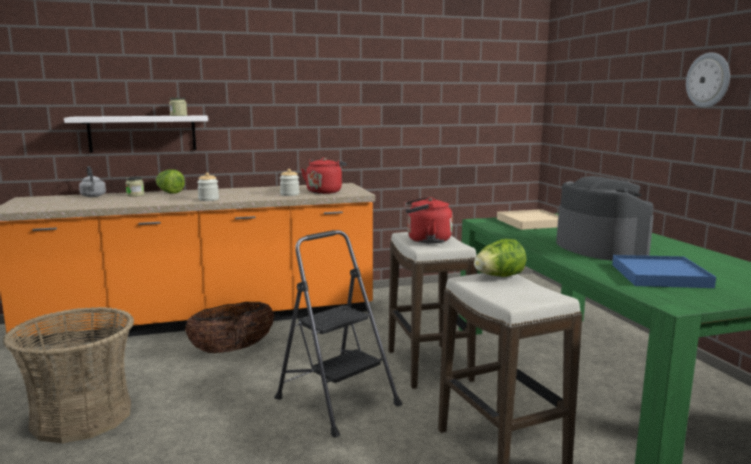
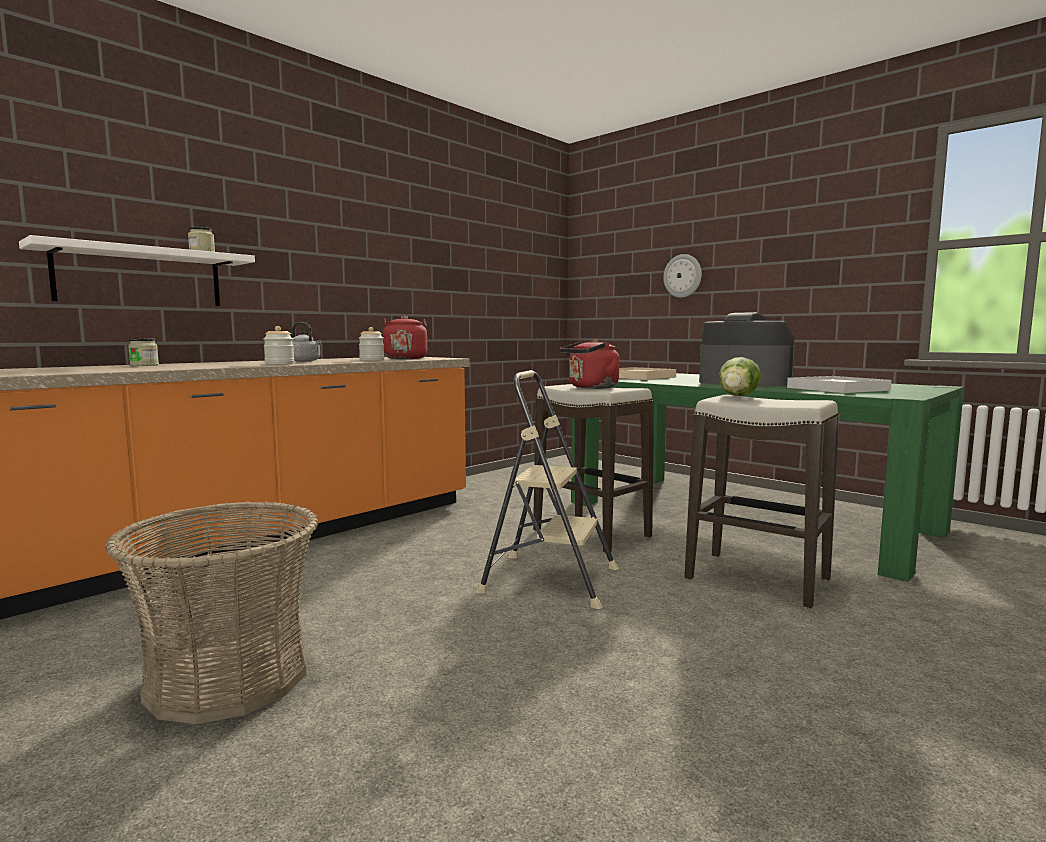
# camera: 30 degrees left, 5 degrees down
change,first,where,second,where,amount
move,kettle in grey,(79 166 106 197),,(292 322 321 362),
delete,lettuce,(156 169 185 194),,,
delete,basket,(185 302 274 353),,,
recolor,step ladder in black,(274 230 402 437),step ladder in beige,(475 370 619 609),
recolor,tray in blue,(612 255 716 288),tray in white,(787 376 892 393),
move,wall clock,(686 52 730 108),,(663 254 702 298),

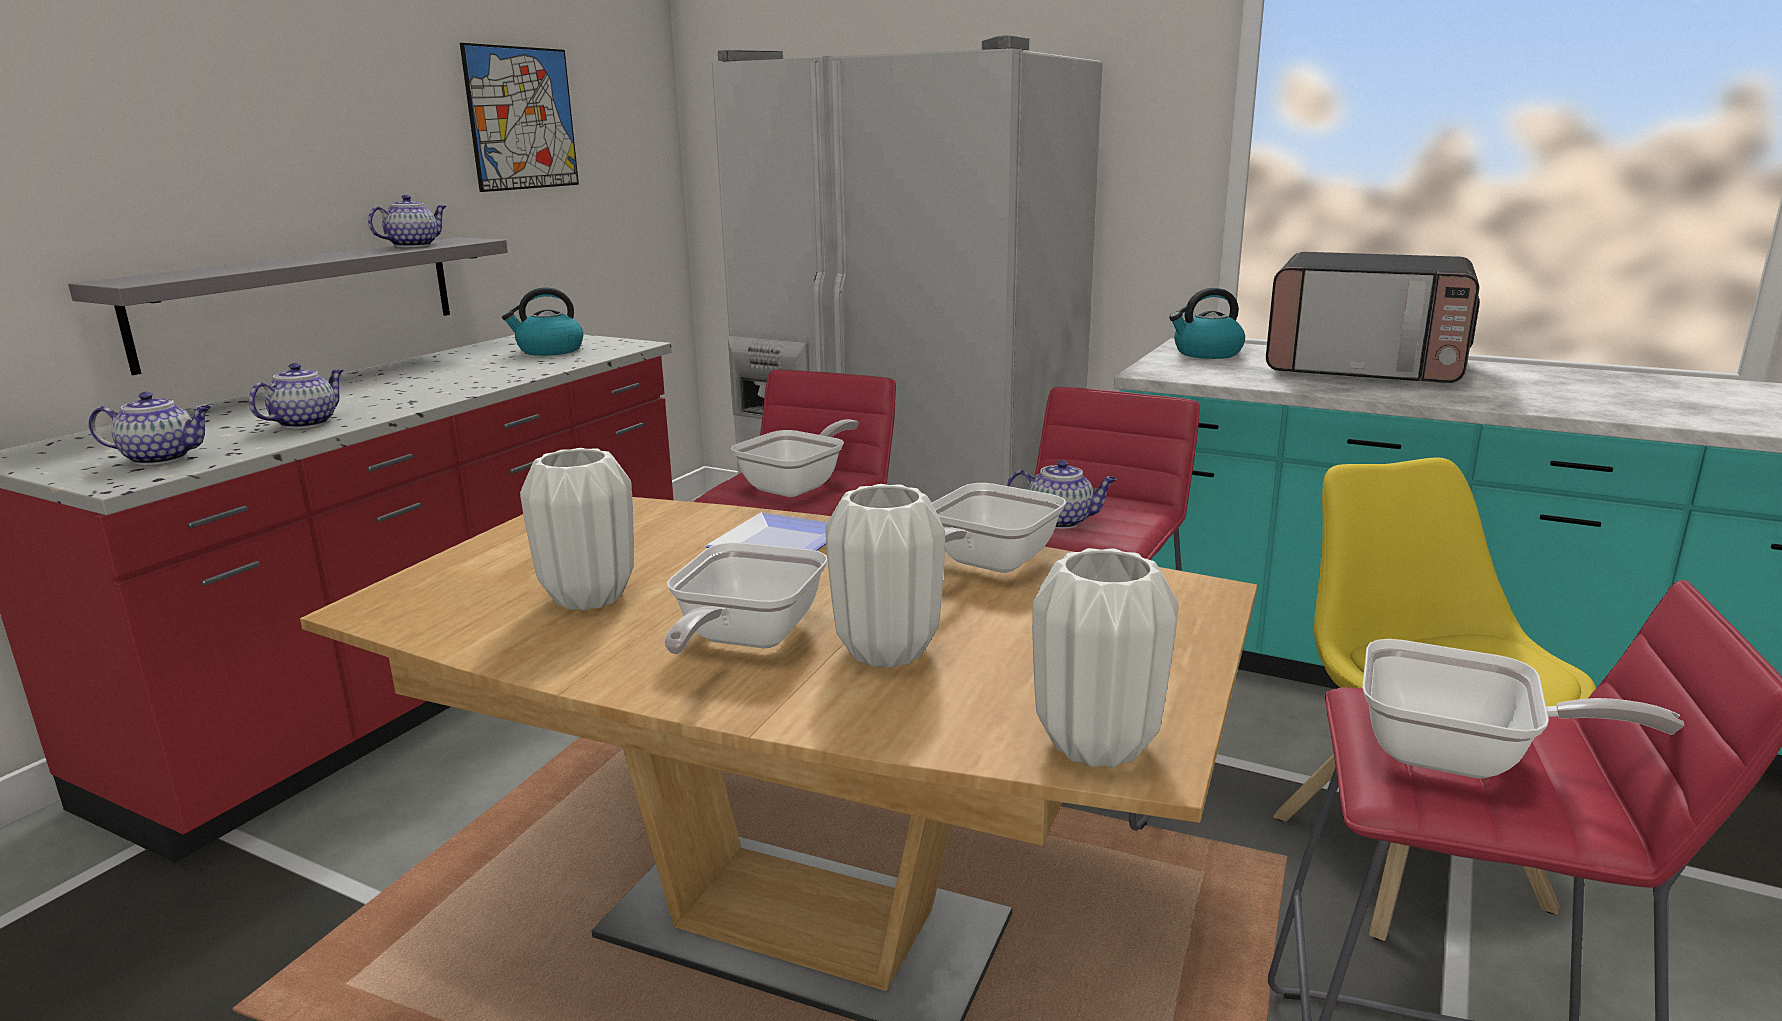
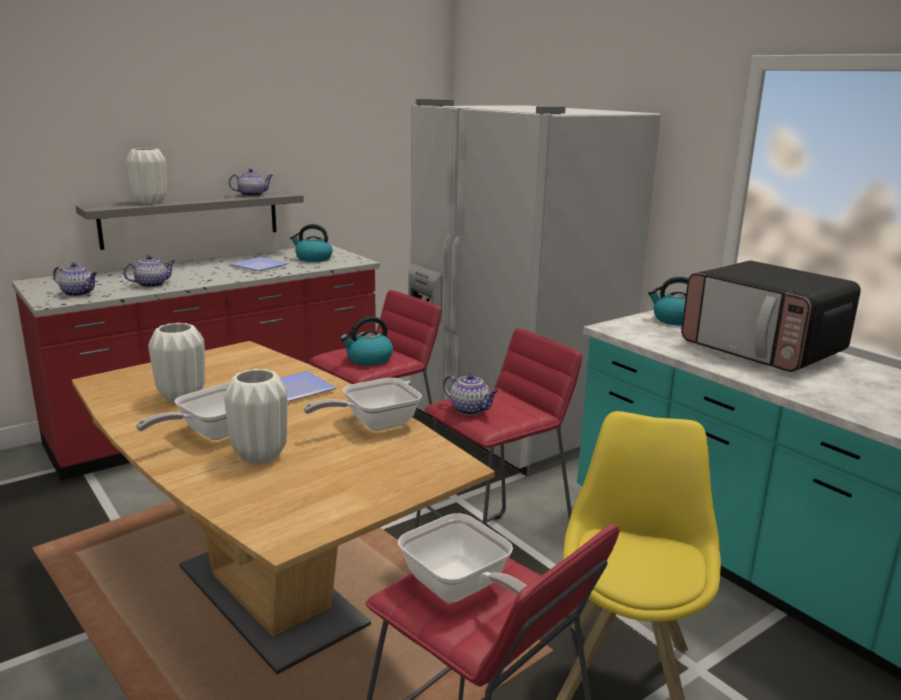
# camera: 25 degrees right, 0 degrees up
change,first,where,second,where,amount
delete,picture,(460 43 579 192),,,
replace,frying pan,(731 419 859 497),kettle,(340 316 393 366),
move,vase in white,(1032 548 1178 768),,(126 148 167 204),
insert,,,plate,(231 257 289 271),

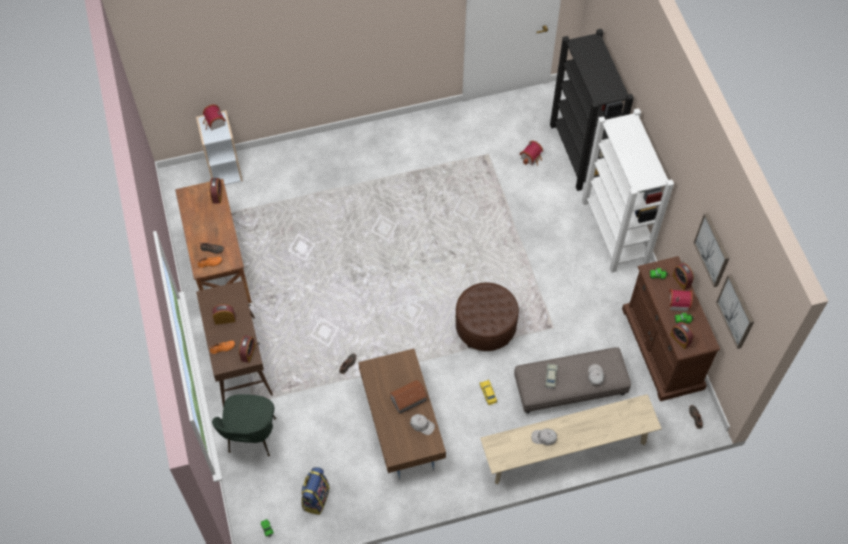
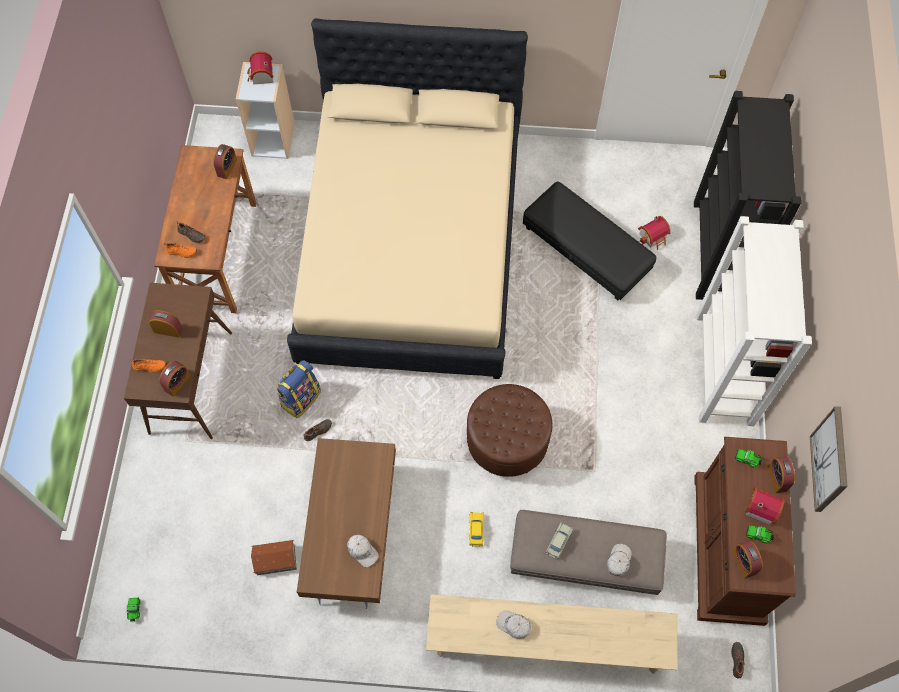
# camera: 20 degrees right, 5 degrees up
change,first,where,second,where,amount
delete,chair in green,(212 394 276 456),,,
move,backpack,(301 467 330 515),,(276 360 321 418),
move,toy house,(389 380 427 414),,(251 540 297 575),
delete,picture,(716 274 754 349),,,
insert,,,bed in beige,(287 18 528 379),
insert,,,ottoman in black,(523 181 657 300),

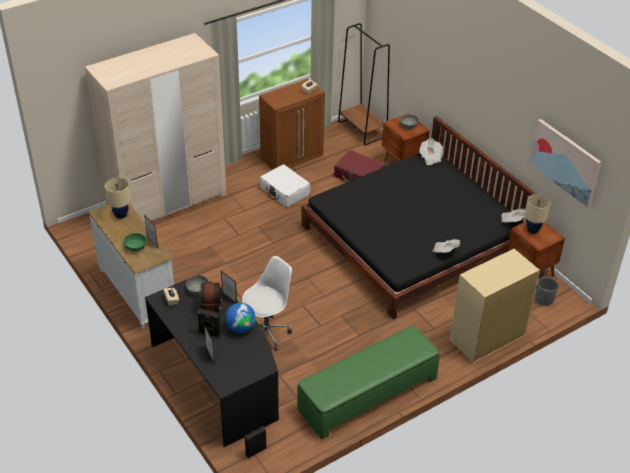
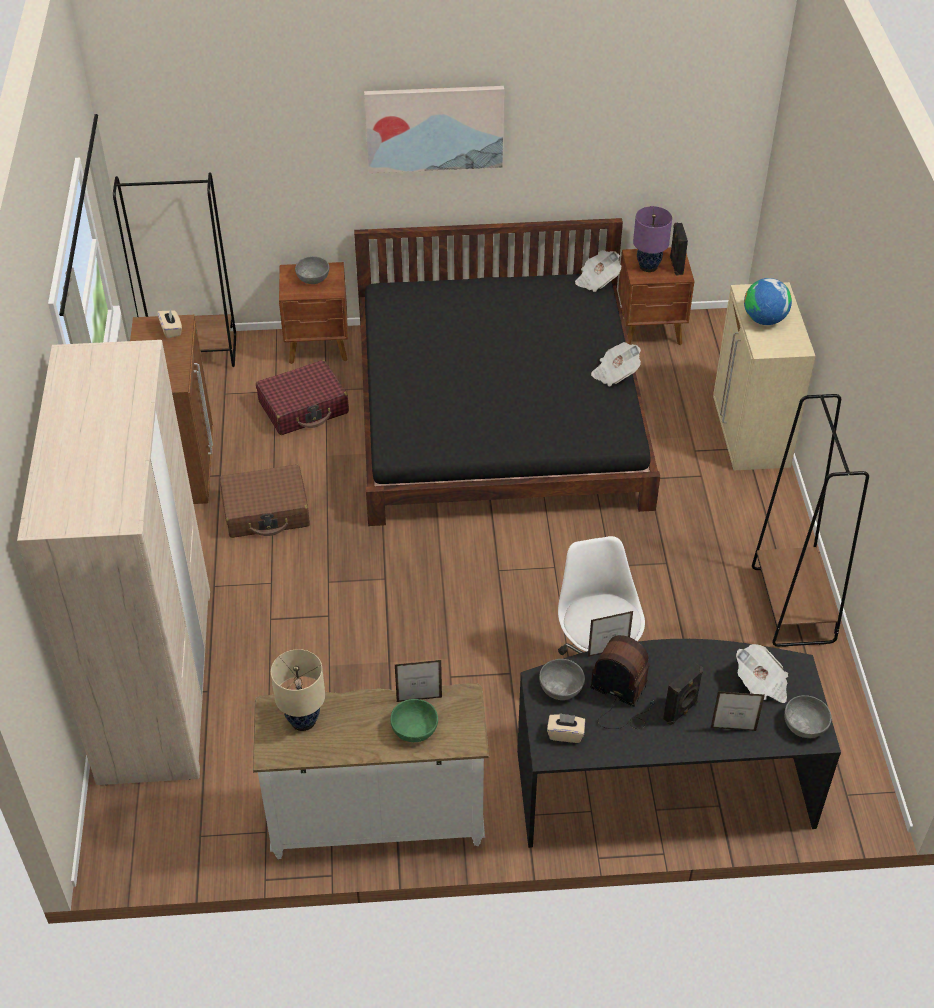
# camera: 60 degrees left, 5 degrees up
change,first,where,second,where,amount
move,globe,(225 303 256 333),,(744 278 792 325),
move,speaker in black,(244 426 266 458),,(670 223 688 276),
recolor,suitcase in white,(260 164 310 207),suitcase in brown,(220 464 310 538),
replace,bench in green,(297 326 440 439),clothes rack,(752 394 869 647),
move,newspaper,(419 138 443 165),,(736 644 788 703),
recolor,table lamp in beige,(525 194 551 234),table lamp in purple,(633 206 672 272),
move,picture,(530 119 601 208),,(364 86 504 173),
delete,planter in grey,(535 277 559 305),,,
insert,,,bowl in grey,(784 695 832 738),

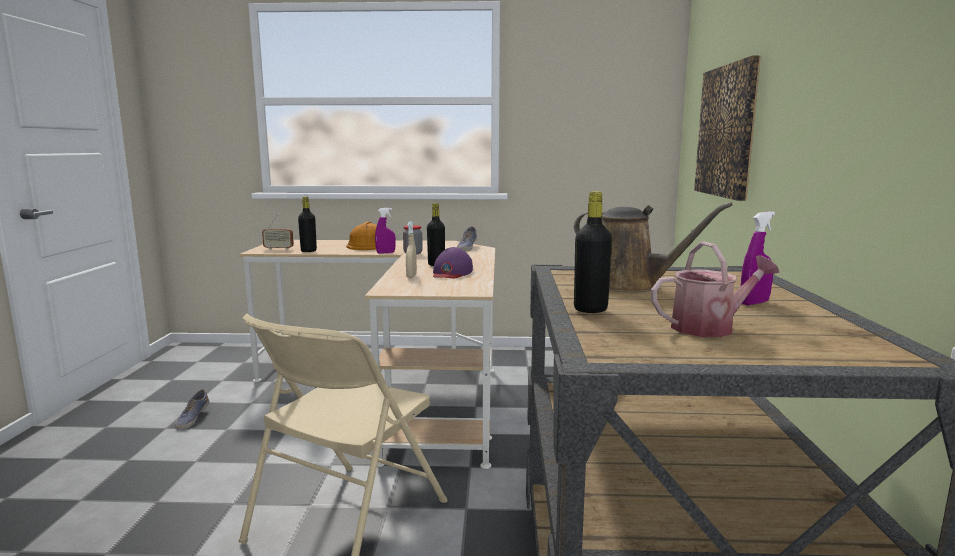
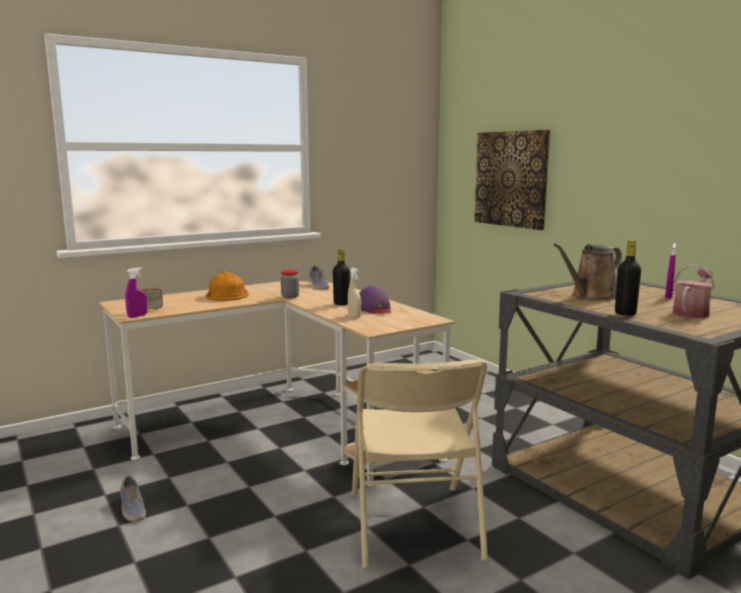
# camera: 35 degrees left, 0 degrees up
change,first,where,second,where,amount
delete,bottle in black,(298 197 317 252),,,
move,spray bottle in purple,(375 208 396 254),,(125 267 147 318),
rotate,watering can in brown,(574 202 733 293),,(553 243 622 301),150 degrees clockwise

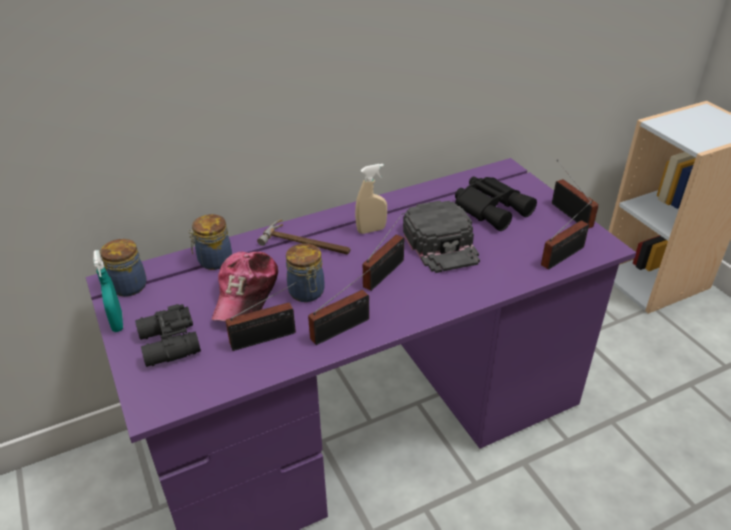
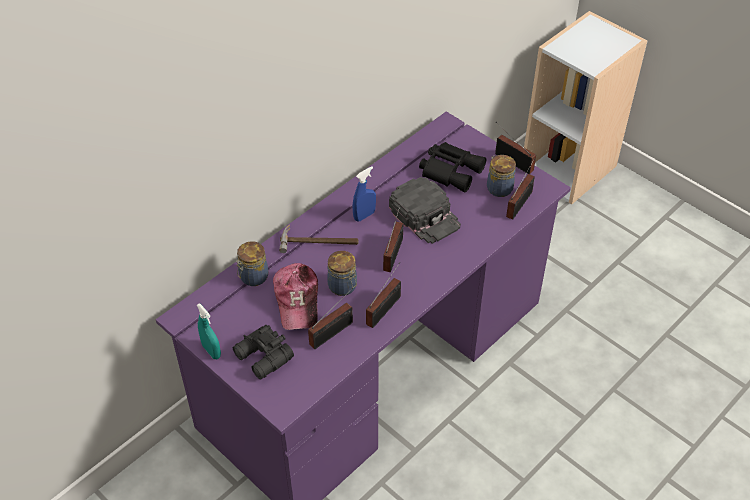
# camera: 20 degrees left, 10 degrees up
change,first,where,second,where,amount
move,jar,(100 238 147 297),,(487 155 516 197),
recolor,spray bottle in beige,(355 164 387 234),spray bottle in blue,(352 166 376 221),

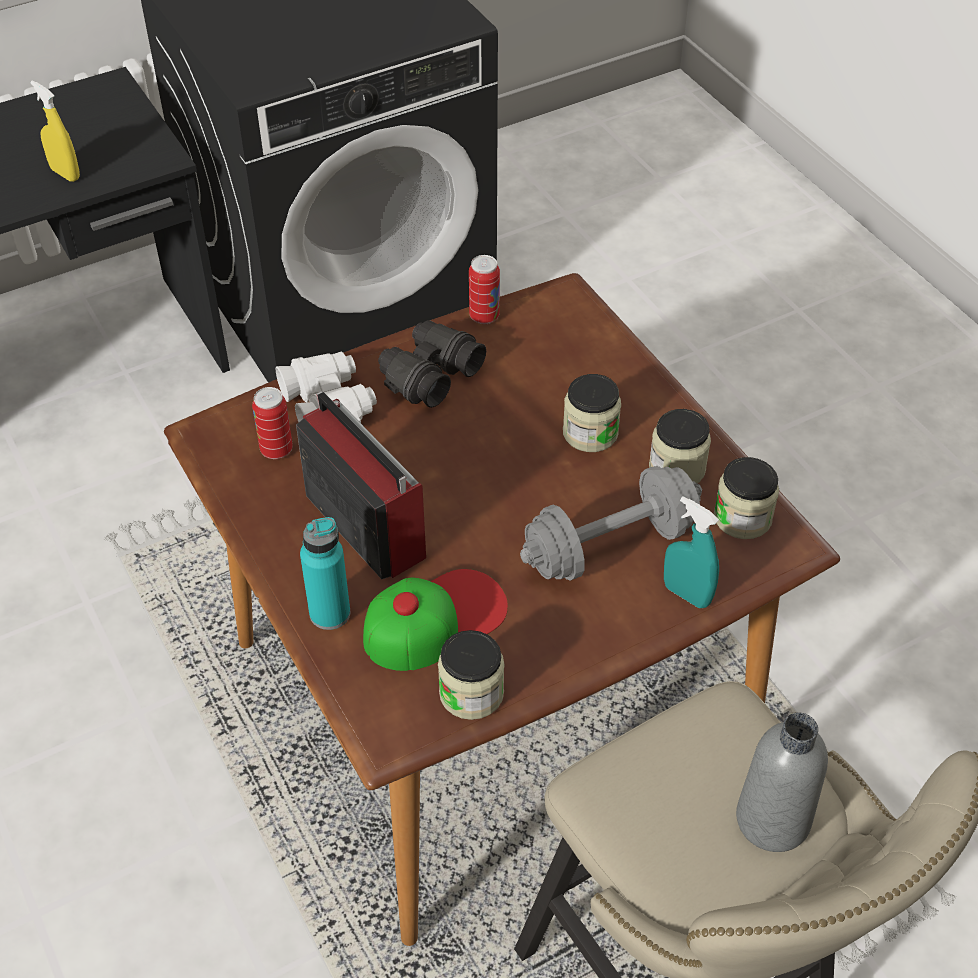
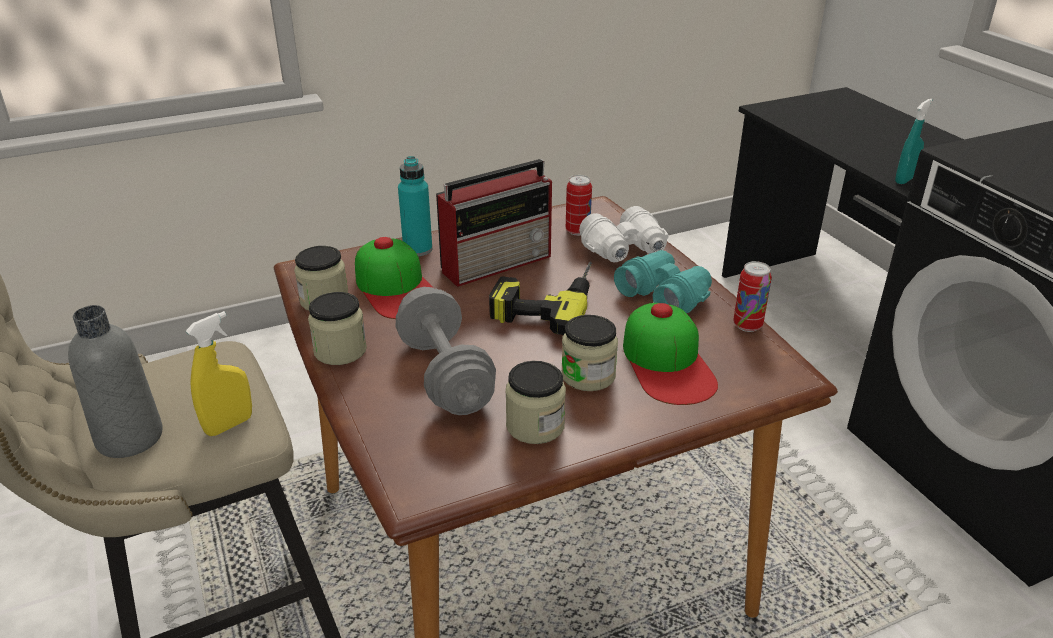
# camera: 95 degrees right, 15 degrees down
change,first,where,second,where,amount
move,spray bottle in yellow,(30 80 80 182),,(186 311 252 436),
recolor,binoculars in black,(378 320 486 408),binoculars in turquoise,(614 250 712 313),
move,spray bottle in turquoise,(664 496 719 608),,(895 99 932 184),
move,jar,(714 457 779 539),,(308 292 367 365),
insert,,,power drill,(489 261 593 335),
insert,,,cap,(623 303 718 405),

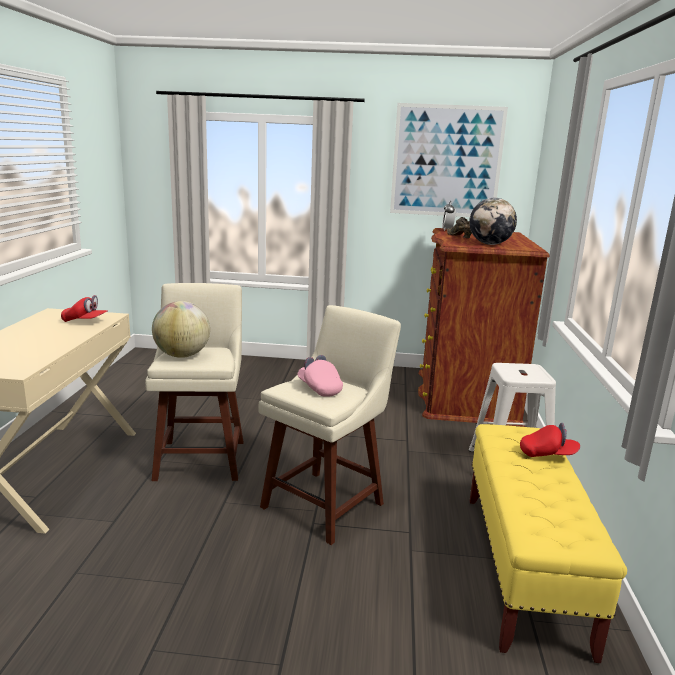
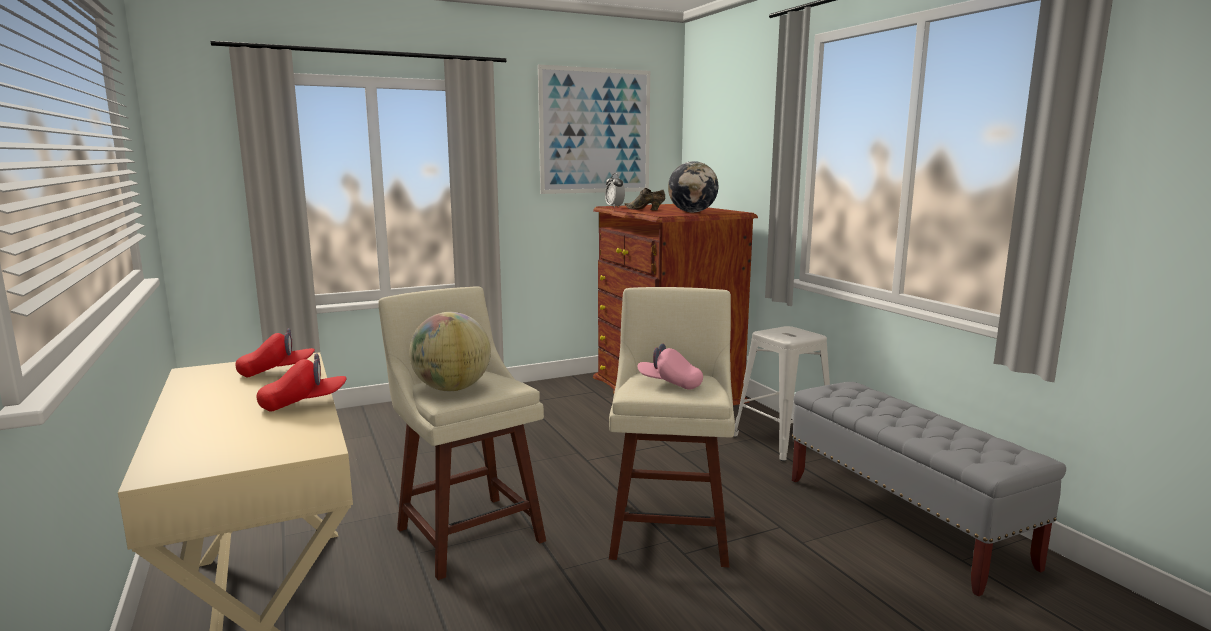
# camera: 30 degrees left, 5 degrees down
change,first,where,second,where,amount
recolor,bench in yellow,(470 424 627 663),bench in grey,(792 382 1066 596),
move,cap in red,(520 423 580 457),,(257 353 347 411),

